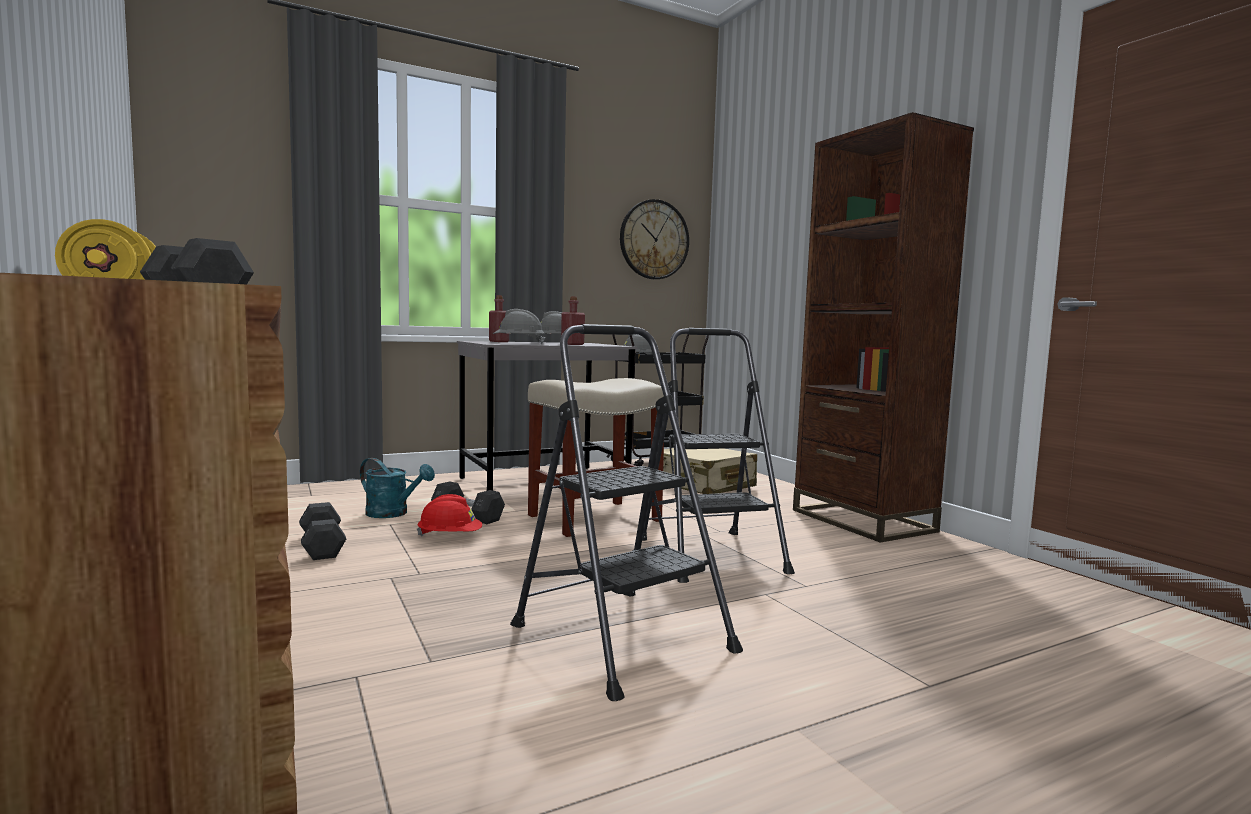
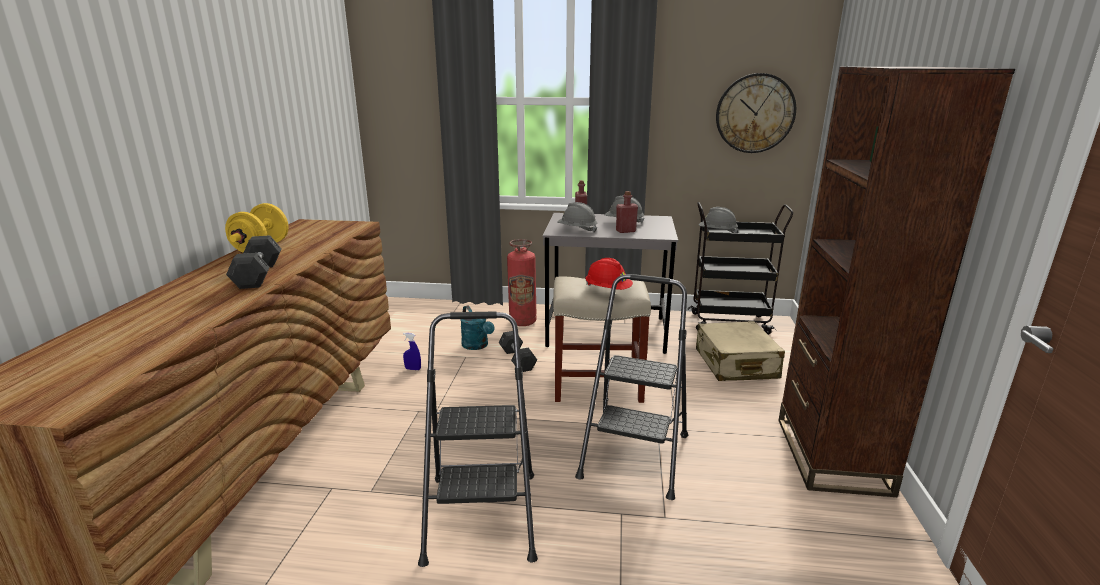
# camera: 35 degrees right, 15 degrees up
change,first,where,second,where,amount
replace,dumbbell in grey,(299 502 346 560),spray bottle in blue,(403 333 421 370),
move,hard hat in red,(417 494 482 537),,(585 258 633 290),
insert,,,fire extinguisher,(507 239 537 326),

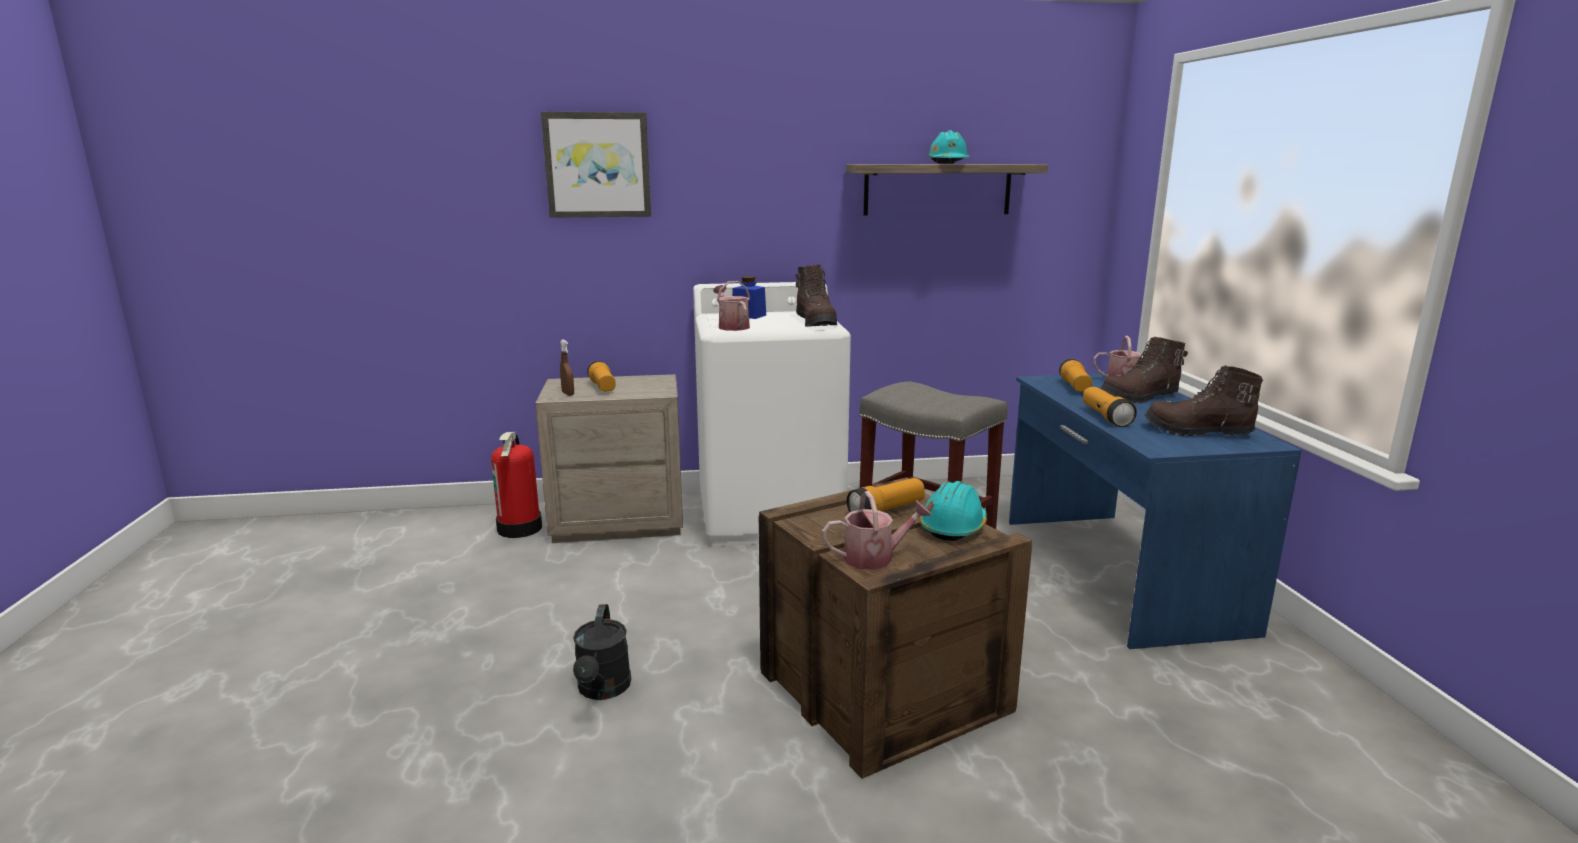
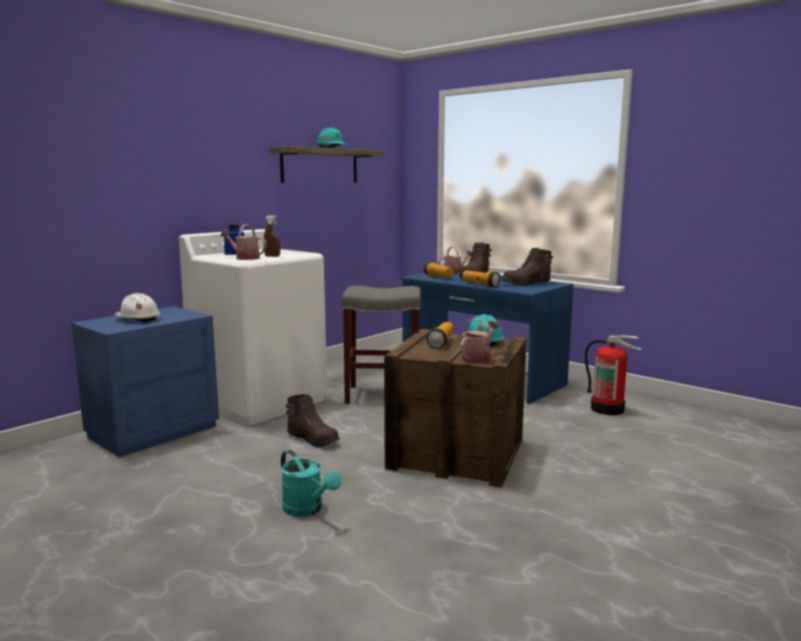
# camera: 40 degrees left, 5 degrees down
change,first,where,second,where,amount
move,fire extinguisher,(491 432 542 538),,(585 335 641 415),
recolor,nightstand in beige,(535 374 683 543),nightstand in blue,(71 306 219 457),
delete,picture,(541 112 651 218),,,
move,spray bottle in brown,(560 340 574 396),,(264 215 280 257),
recolor,watering can in black,(573 604 631 700),watering can in turquoise,(281 450 341 517),
replace,flashlight,(587 361 616 391),hard hat in white,(115 293 161 322),
move,boot in brown,(796 264 837 327),,(286 394 340 448),

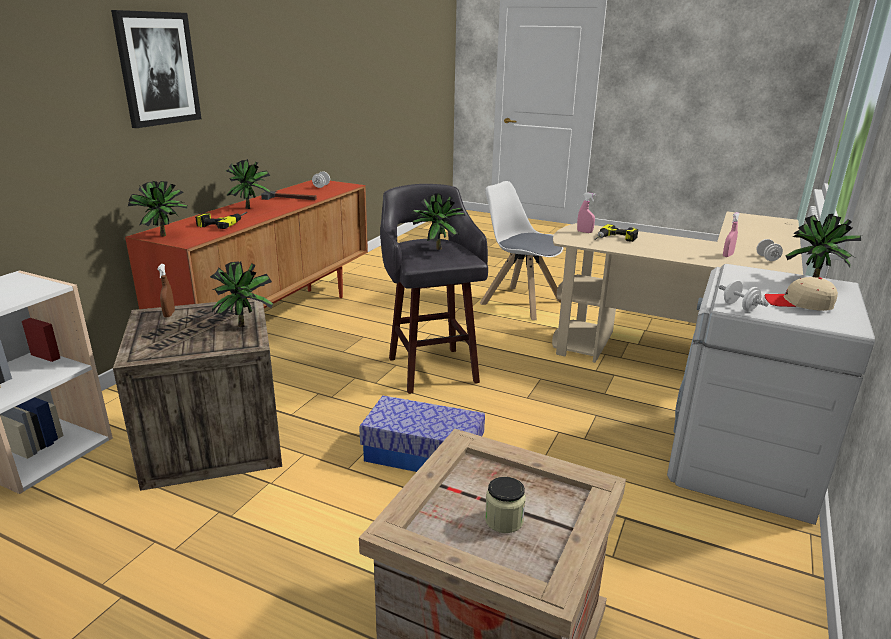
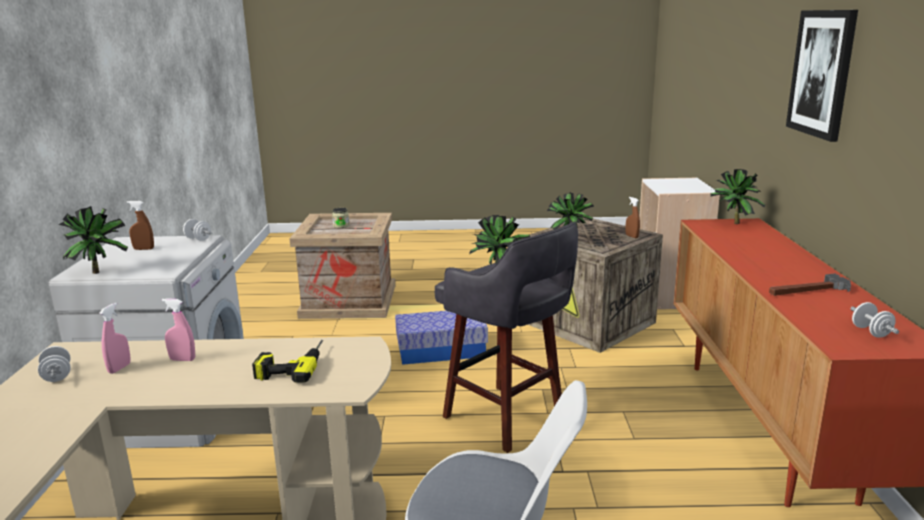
# camera: 155 degrees right, 5 degrees down
change,first,where,second,where,amount
delete,power drill,(195 212 248 229),,,
delete,potted plant,(226 159 271 209),,,
move,spray bottle in pink,(577 192 596 233),,(162 298 195 361),
replace,cap in beige,(765 277 838 311),spray bottle in brown,(127 201 154 250),

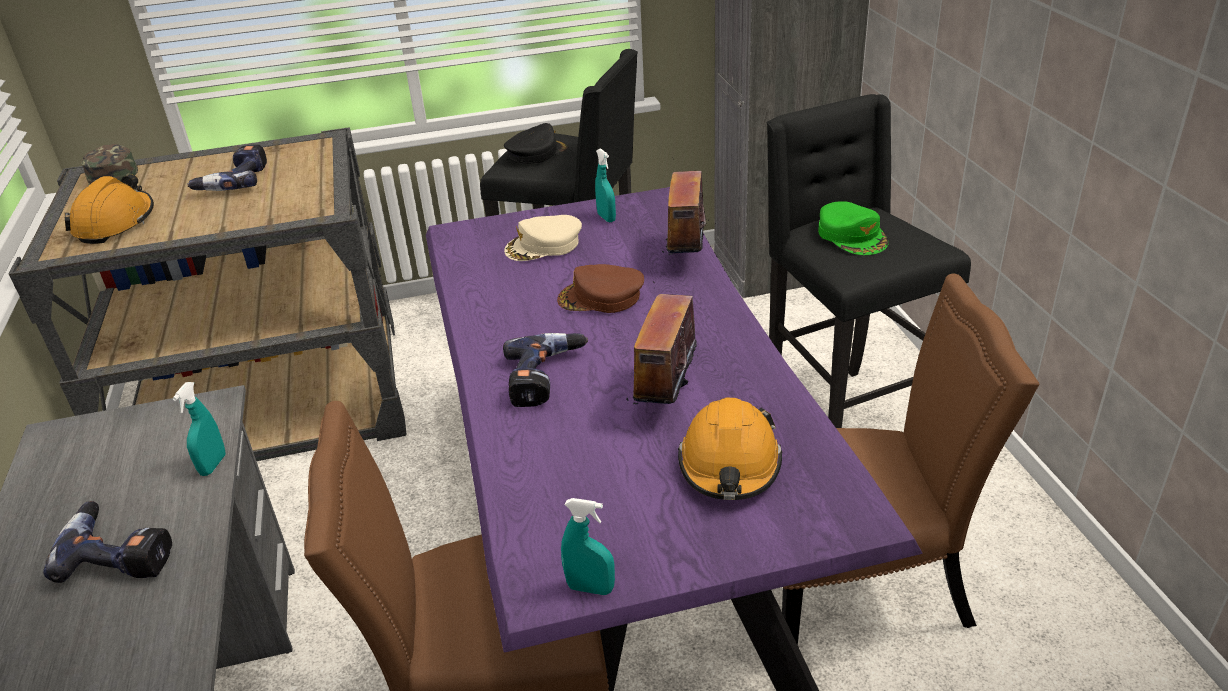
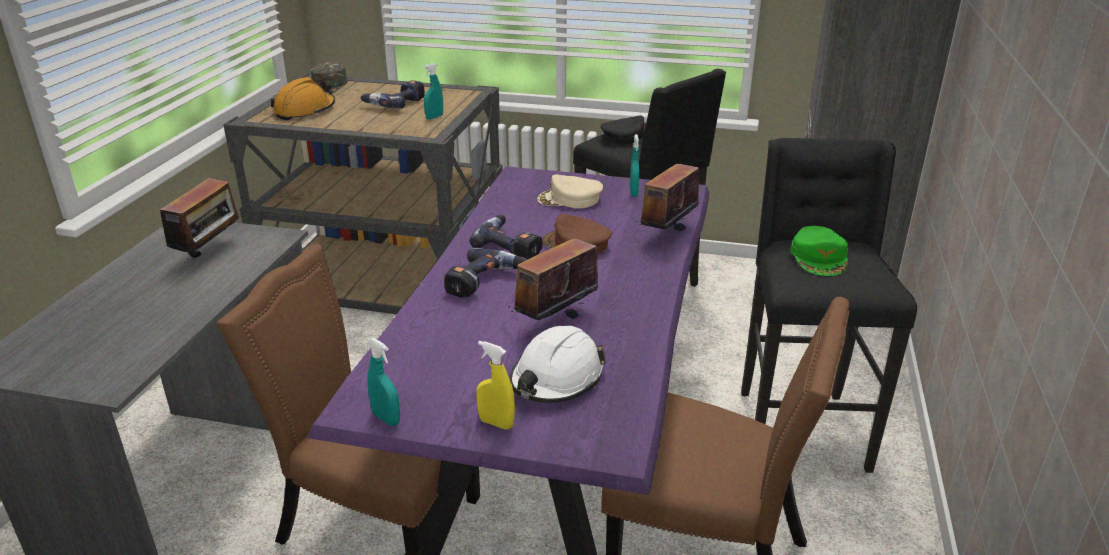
# camera: 25 degrees right, 5 degrees down
change,first,where,second,where,amount
move,power drill,(43 501 172 583),,(469 215 542 259),
move,spray bottle in turquoise,(172 382 226 476),,(424 63 443 119),
recolor,hard hat in orange,(678 398 782 500),hard hat in white,(510 326 606 403),
insert,,,radio,(160 178 244 263),
insert,,,spray bottle in yellow,(476 341 515 430),

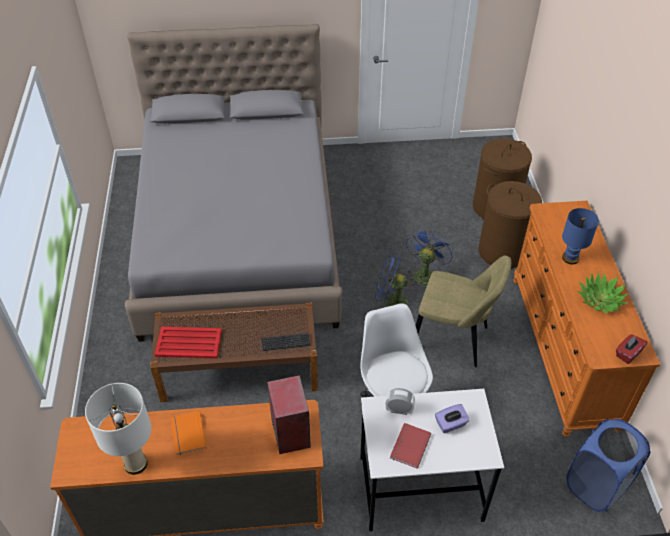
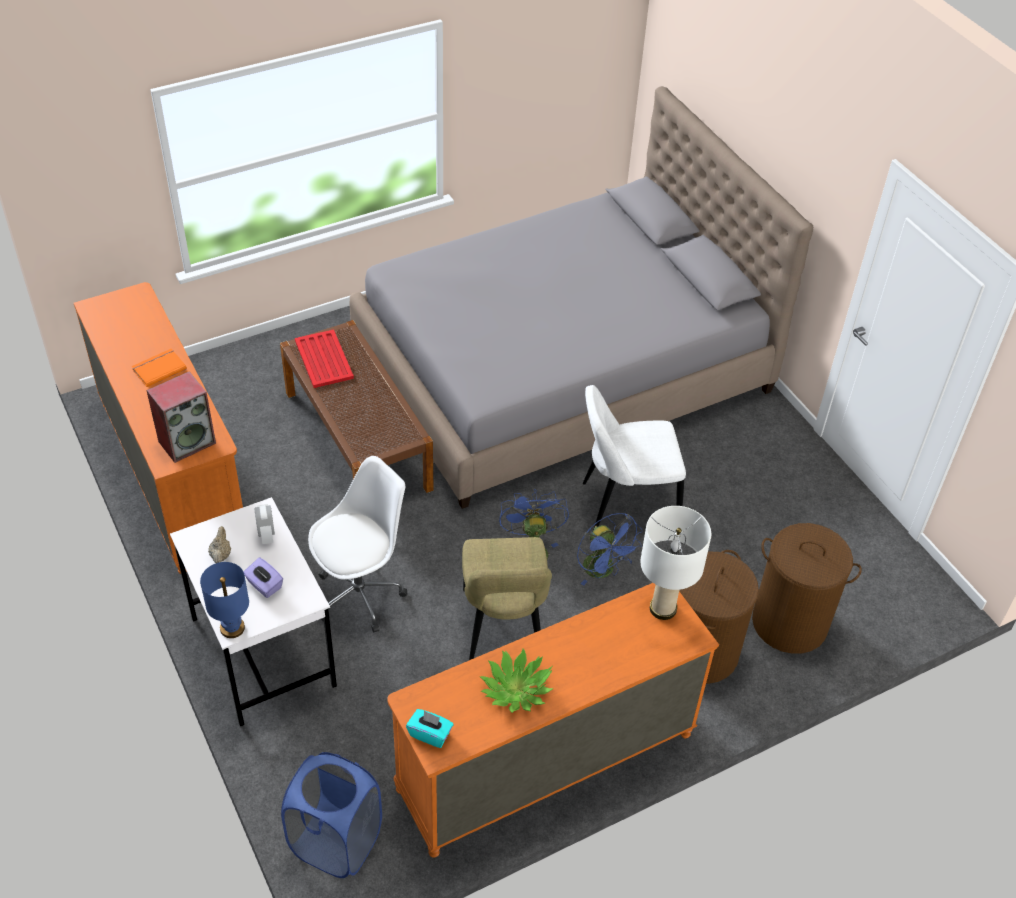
# camera: 65 degrees right, 0 degrees up
change,first,where,second,where,amount
move,table lamp in white,(85 383 151 475),,(640 506 711 620),
delete,keyboard,(261 333 310 351),,,
replace,book in red,(390 423 431 469),teapot in beige,(208 526 231 563),
rotate,fan in blue,(406 228 454 287),,(577 513 643 586),60 degrees clockwise
move,table lamp in blue,(562 208 599 264),,(200 562 249 638),
recolor,tissue box in red,(616 334 648 364),tissue box in turquoise,(406 709 453 748),
insert,,,chair in white,(583 385 686 531),

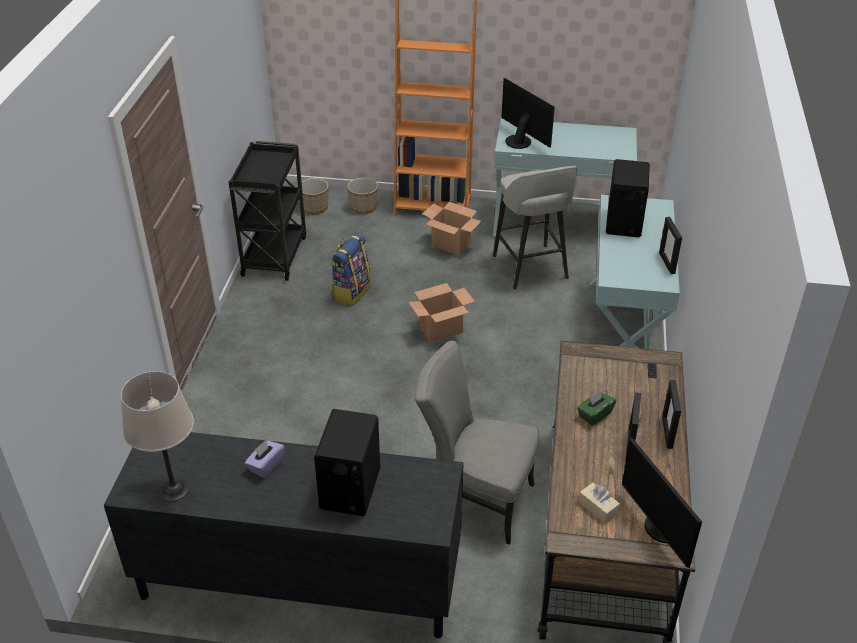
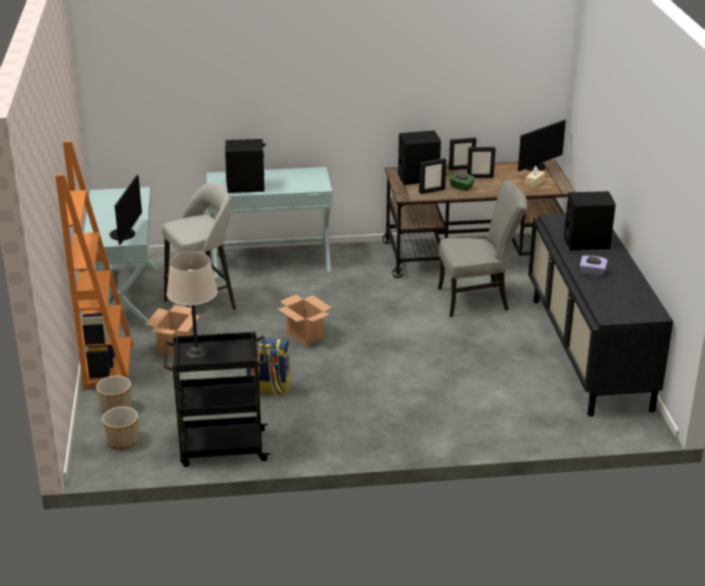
# camera: 105 degrees left, 10 degrees down
change,first,where,second,where,amount
move,table lamp in beige,(121 371 194 502),,(167 252 218 358),
rotate,chair in grey,(414 341 540 545),,(438 180 527 317),105 degrees counterclockwise
rotate,monitor,(501 78 555 149),,(110 175 142 245),150 degrees clockwise
move,picture frame,(659 217 682 274),,(419 158 447 194),
insert,,,speaker in black,(398 130 441 185),

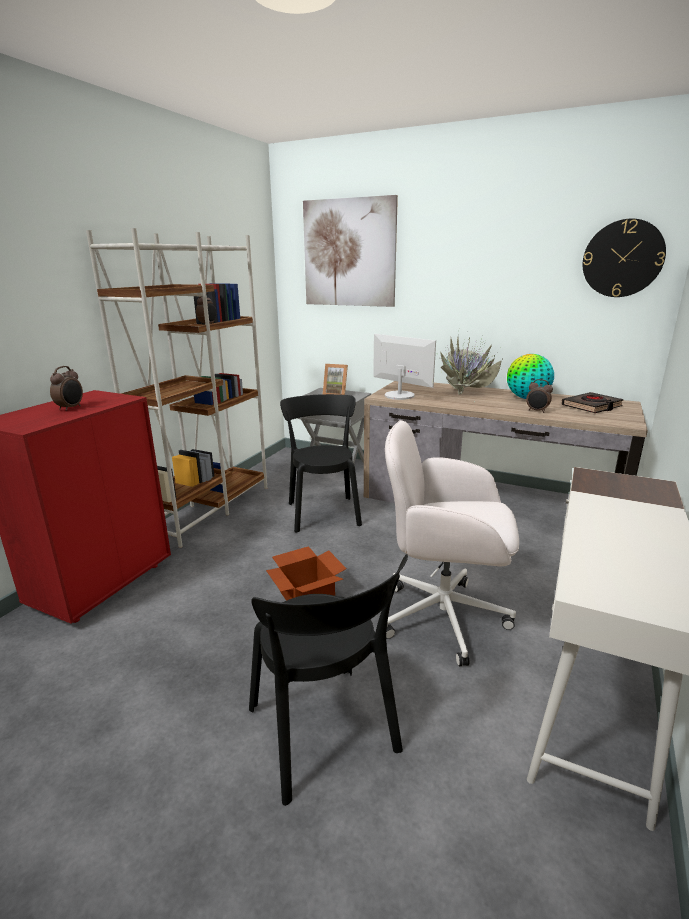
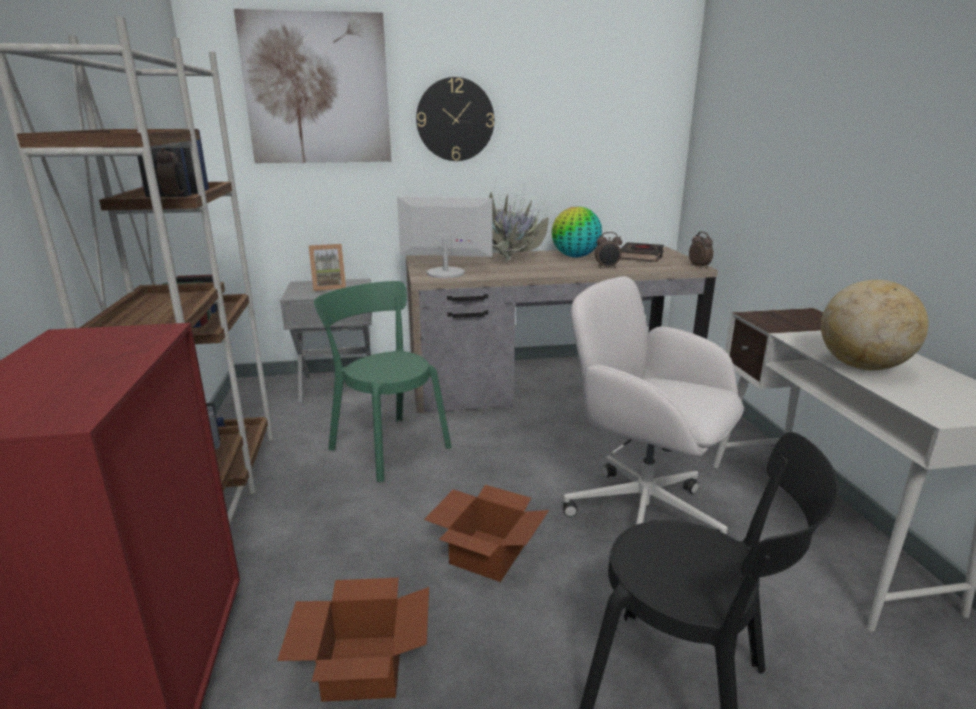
# camera: 35 degrees left, 0 degrees up
change,first,where,second,where,amount
move,alarm clock,(50 366 83 411),,(689 232 713 269),
recolor,chair in black,(280 394 362 532),chair in green,(314 281 451 482),
rotate,office chair in white,(385 420 519 666),,(563 276 744 534),60 degrees clockwise
move,wall clock,(583 219 666 297),,(416 77 494 161),
insert,,,cardboard box,(277 578 429 702),
insert,,,globe,(821 280 928 370),

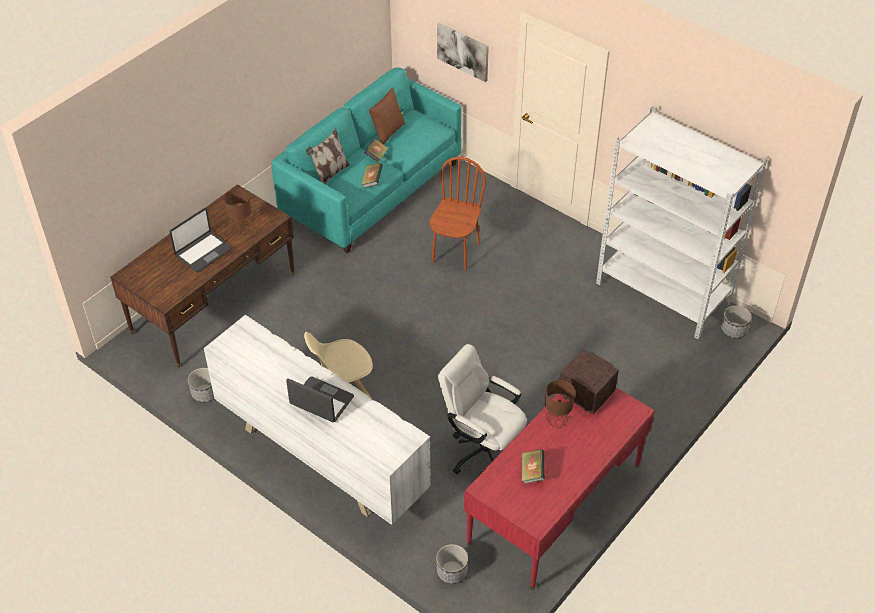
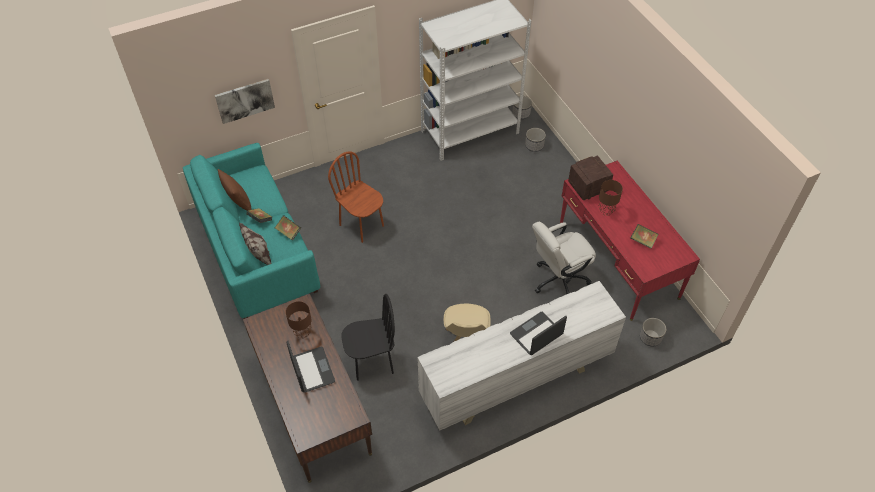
# camera: 65 degrees left, 5 degrees up
change,first,where,second,where,amount
move,planter,(188 368 214 403),,(525 128 546 152),
insert,,,chair in black,(341 294 395 381),

